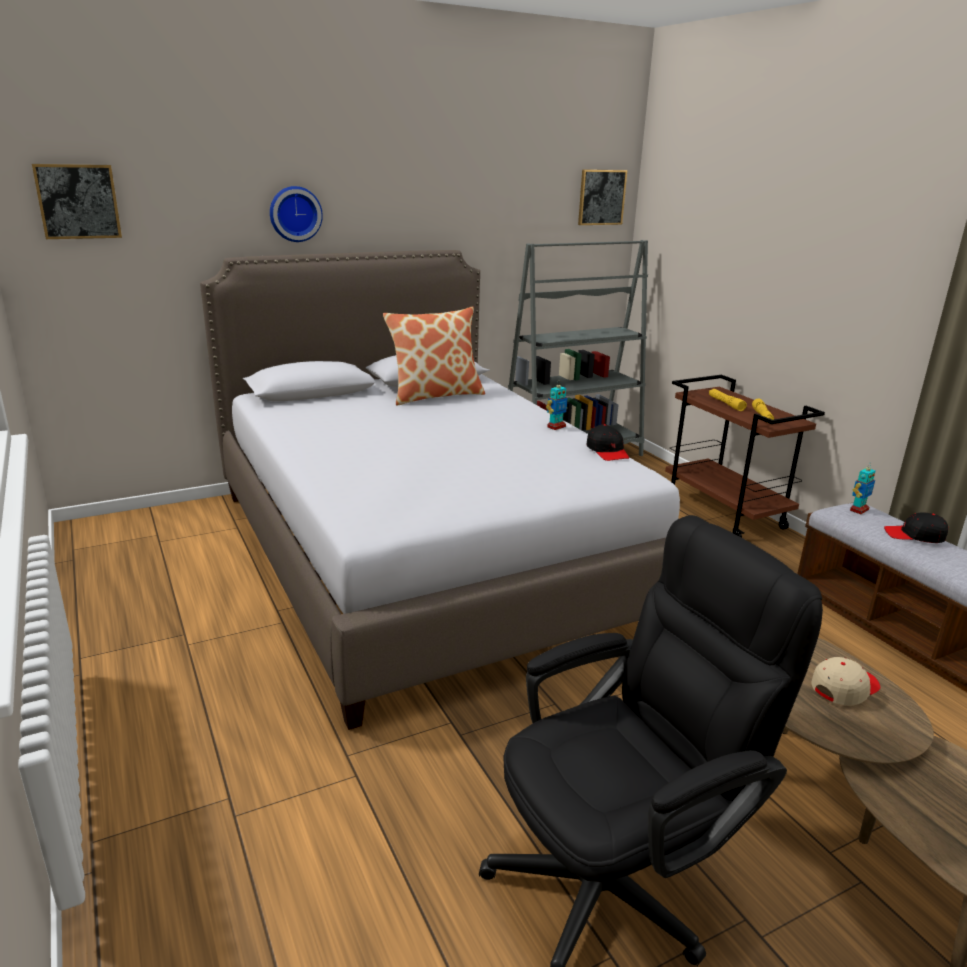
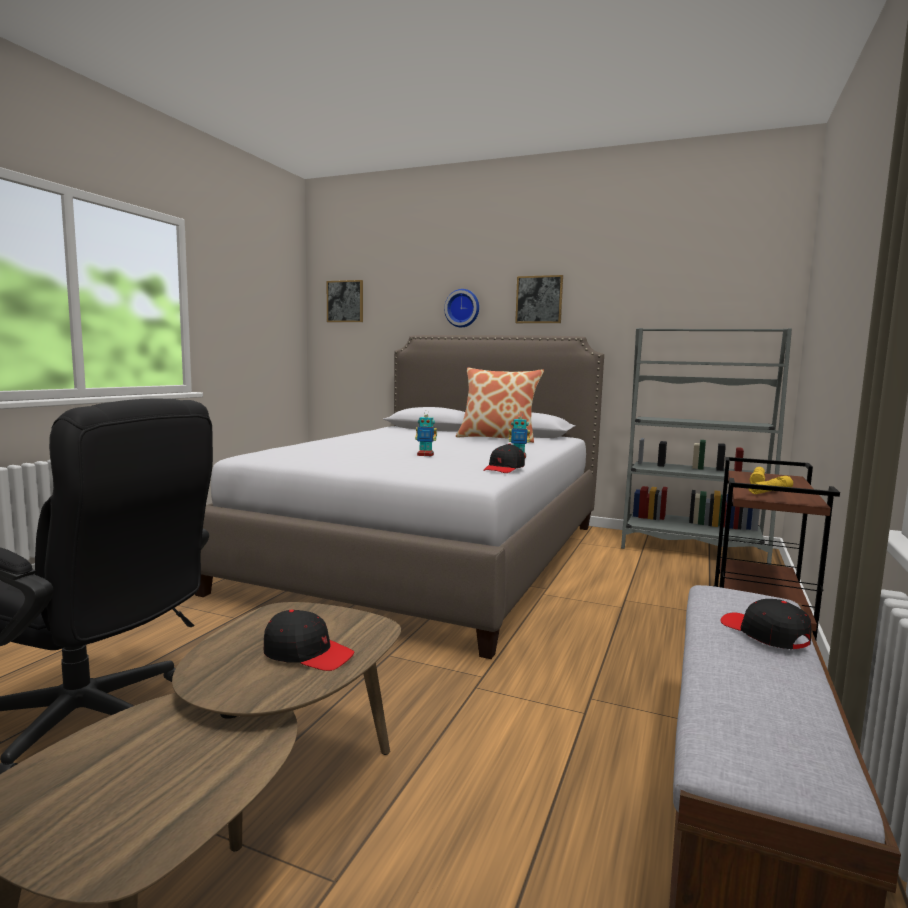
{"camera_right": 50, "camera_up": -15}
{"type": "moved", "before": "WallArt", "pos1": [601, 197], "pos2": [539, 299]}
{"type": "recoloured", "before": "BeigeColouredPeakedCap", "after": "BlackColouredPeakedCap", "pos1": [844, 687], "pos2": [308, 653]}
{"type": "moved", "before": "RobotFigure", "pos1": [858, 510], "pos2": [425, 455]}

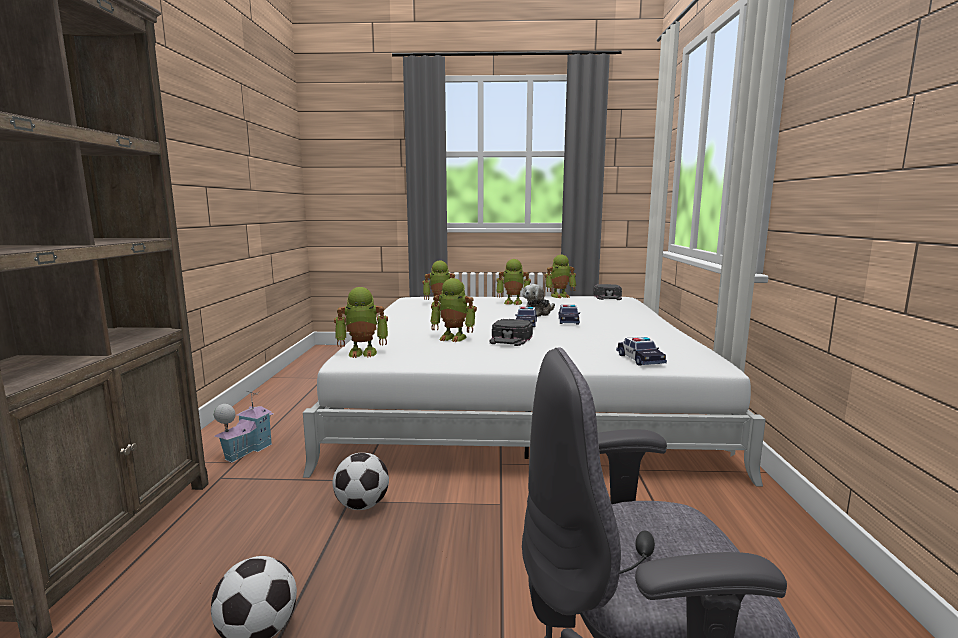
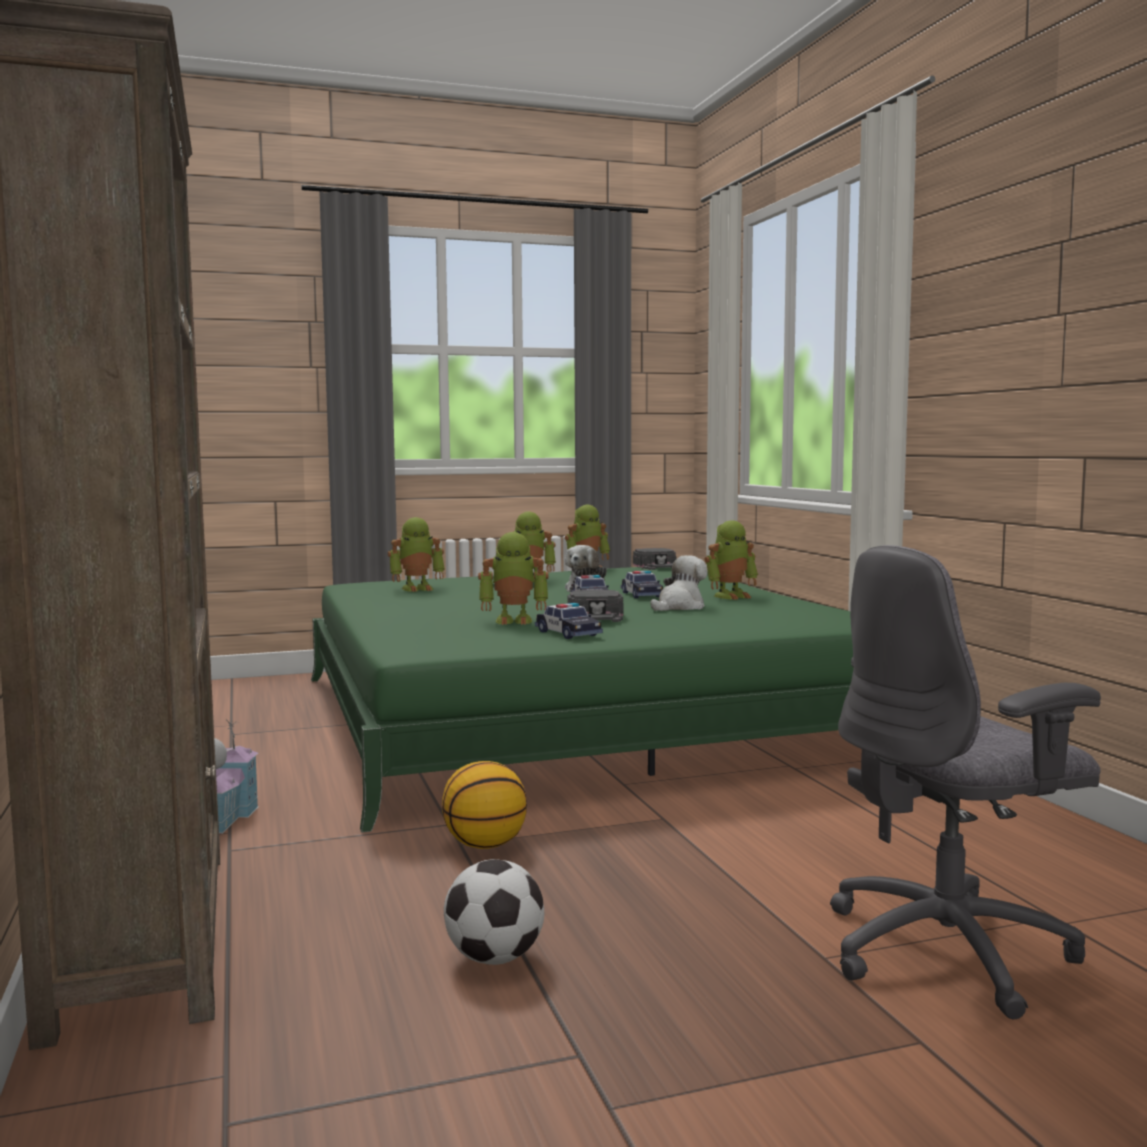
{"camera_right": -20, "camera_up": -5}
{"type": "recoloured", "before": "WhiteBedroomBed", "after": "GreenBedroomBed", "pos1": [519, 397], "pos2": [575, 716]}
{"type": "replaced", "before": "Football", "after": "Basketball", "pos1": [362, 505], "pos2": [484, 845]}
{"type": "moved", "before": "RobotFigure", "pos1": [363, 352], "pos2": [730, 596]}
{"type": "moved", "before": "ToyCar", "pos1": [640, 359], "pos2": [568, 633]}
{"type": "added", "after": "PlushToy", "pos2": [679, 607]}

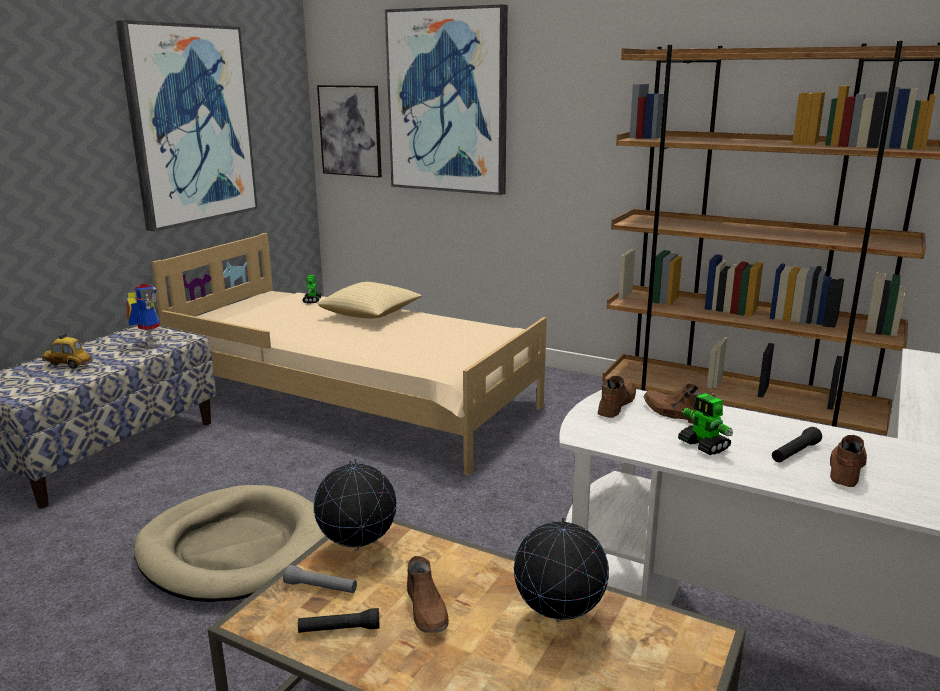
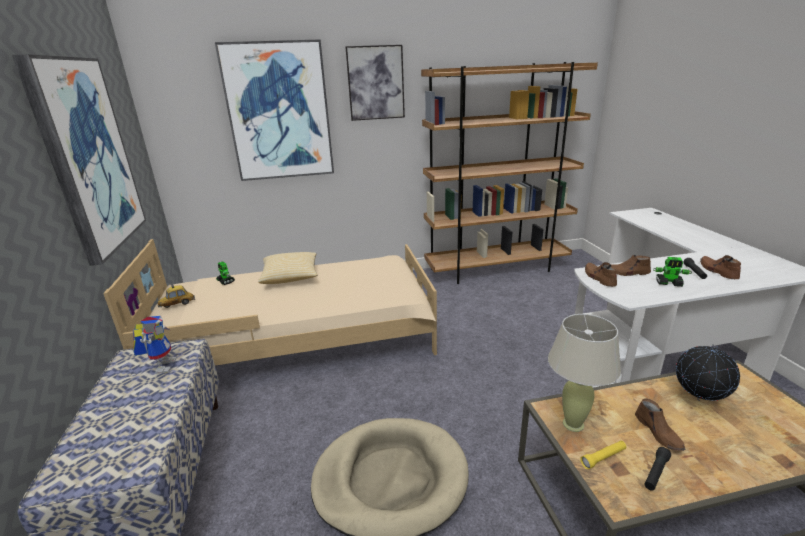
{"camera_right": -40, "camera_up": 5}
{"type": "moved", "before": "ToyCar", "pos1": [68, 365], "pos2": [177, 304]}
{"type": "turned", "before": "RobotFigure", "pos1": [148, 343], "pos2": [162, 365], "turn": 60}
{"type": "recoloured", "before": "GrayHandTorch", "after": "YellowHandTorch", "pos1": [321, 587], "pos2": [603, 458]}
{"type": "replaced", "before": "DeskGlobe", "after": "BeigeColouredTabletopLamp", "pos1": [358, 550], "pos2": [573, 424]}
{"type": "moved", "before": "WallArt", "pos1": [350, 131], "pos2": [375, 83]}
{"type": "turned", "before": "BrownishShoe", "pos1": [427, 610], "pos2": [658, 432], "turn": 45}

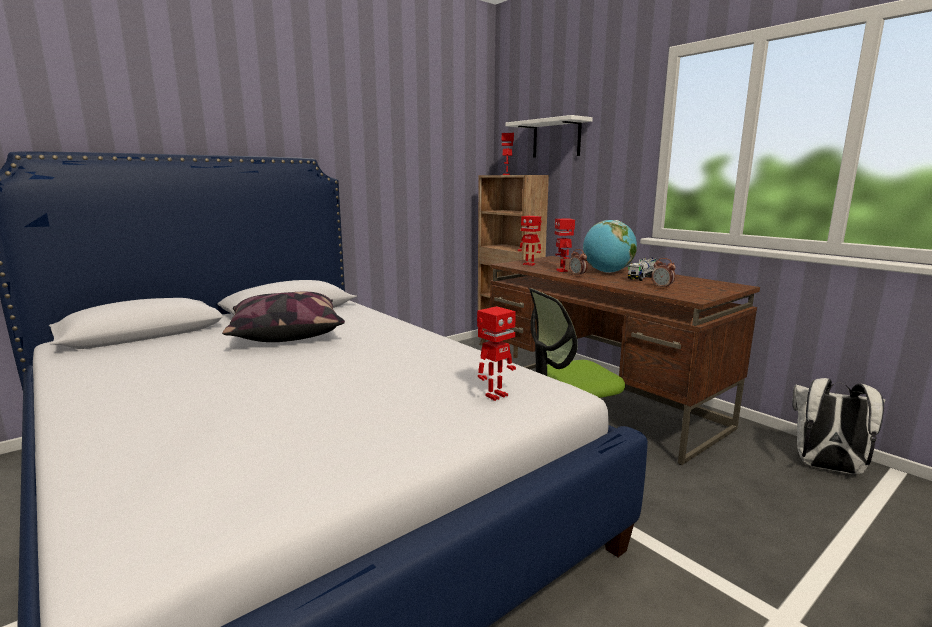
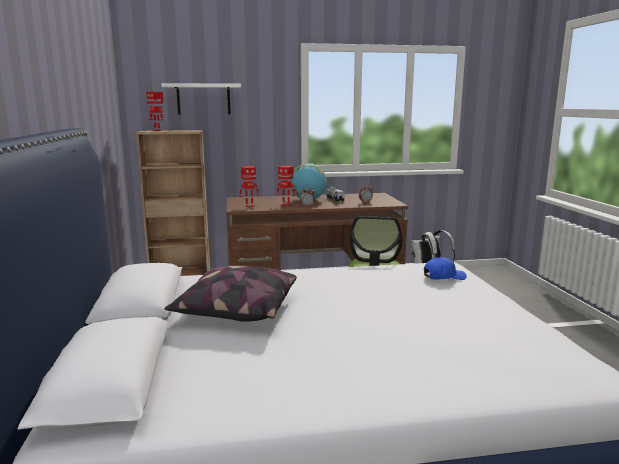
{"camera_right": -60, "camera_up": 0}
{"type": "replaced", "before": "RobotFigure", "after": "BluishPeakedCap", "pos1": [495, 395], "pos2": [443, 276]}

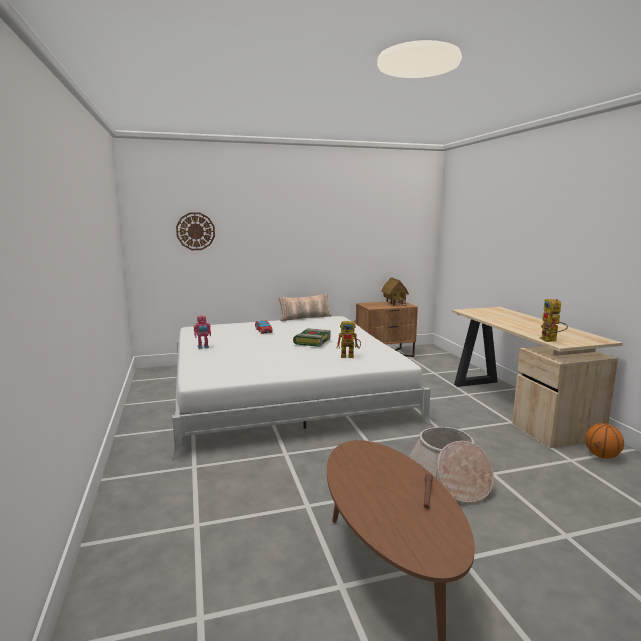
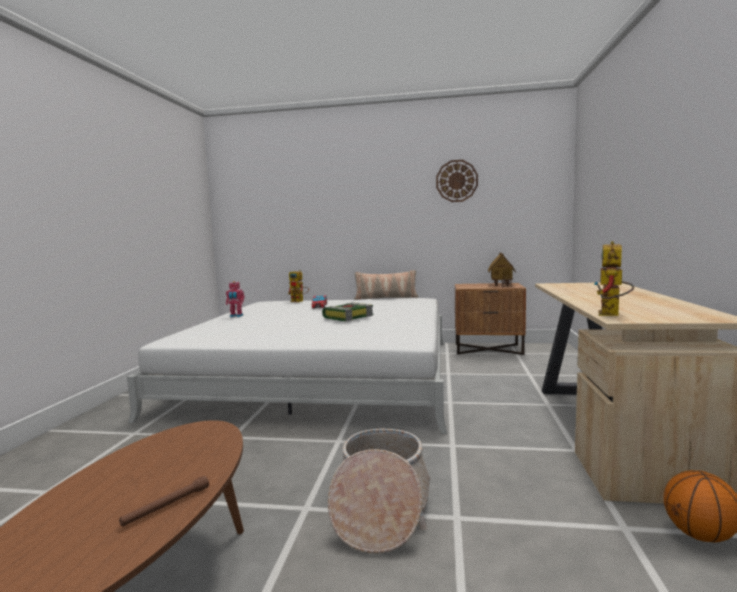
{"camera_right": 25, "camera_up": -5}
{"type": "moved", "before": "ClockOnTheWall", "pos1": [195, 231], "pos2": [456, 181]}
{"type": "moved", "before": "RobotFigure", "pos1": [350, 356], "pos2": [299, 301]}

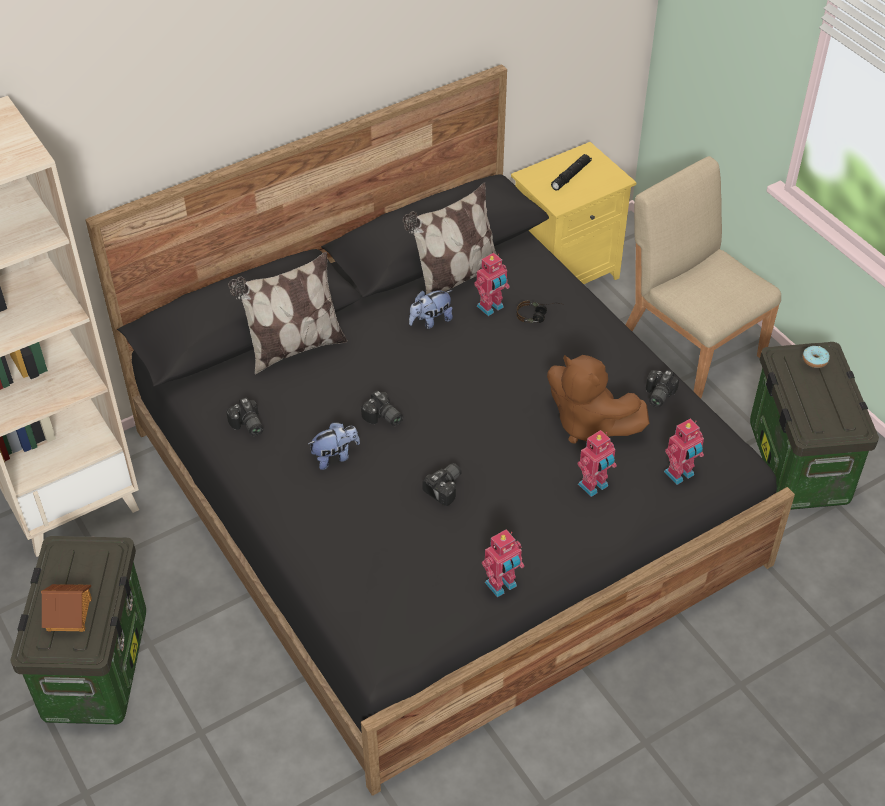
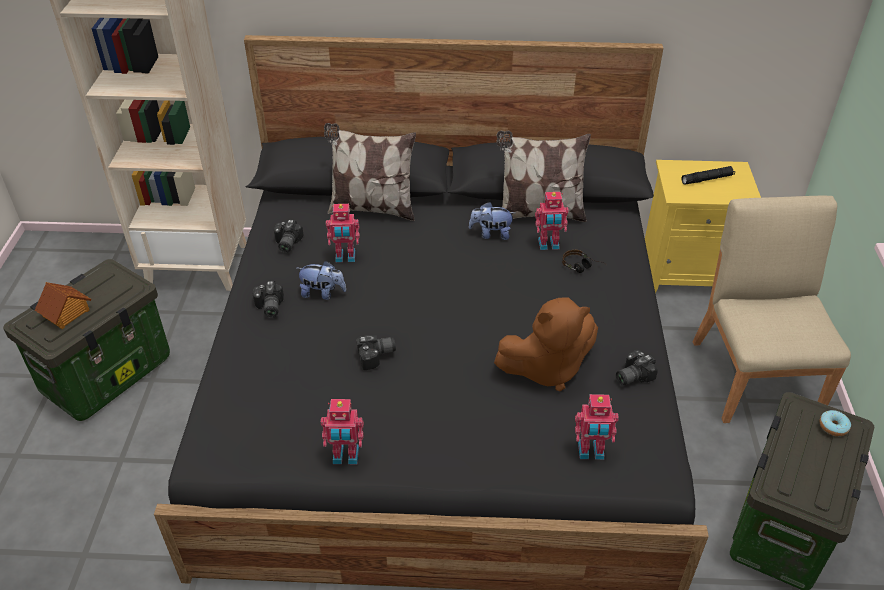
{"camera_right": 35, "camera_up": -5}
{"type": "moved", "before": "StillCamera", "pos1": [383, 418], "pos2": [268, 307]}
{"type": "turned", "before": "BrownishPlushToy", "pos1": [588, 424], "pos2": [546, 368], "turn": -90}
{"type": "moved", "before": "RobotFigure", "pos1": [594, 486], "pos2": [345, 257]}

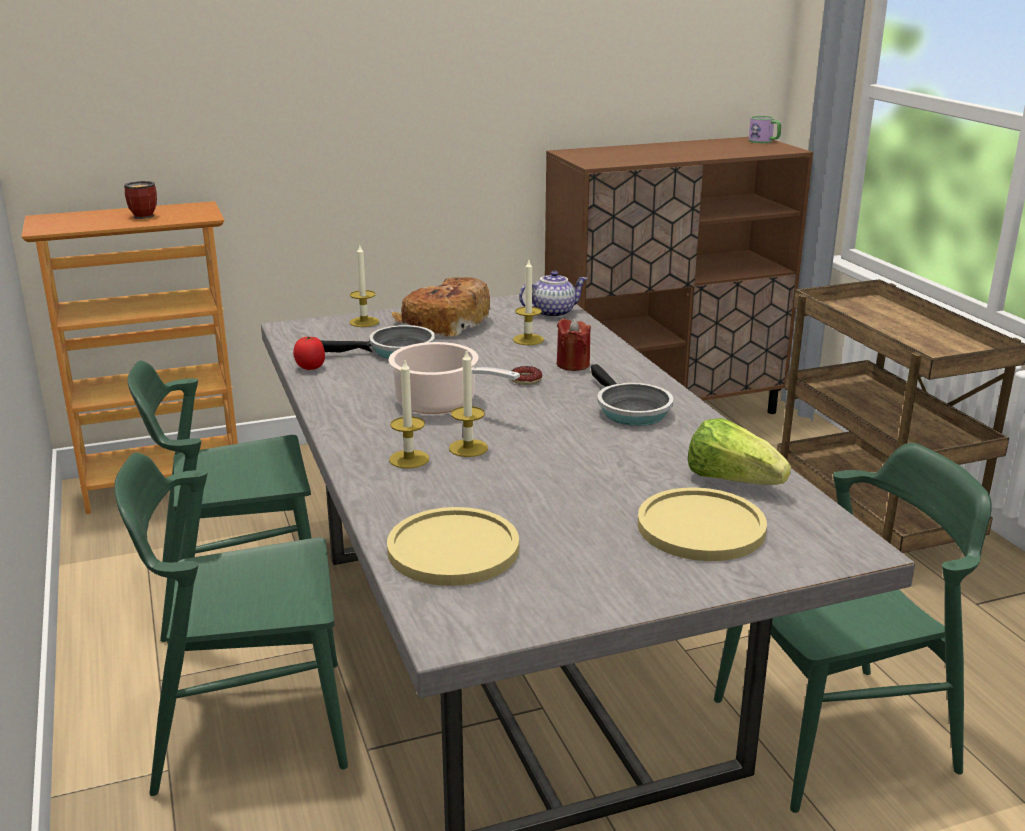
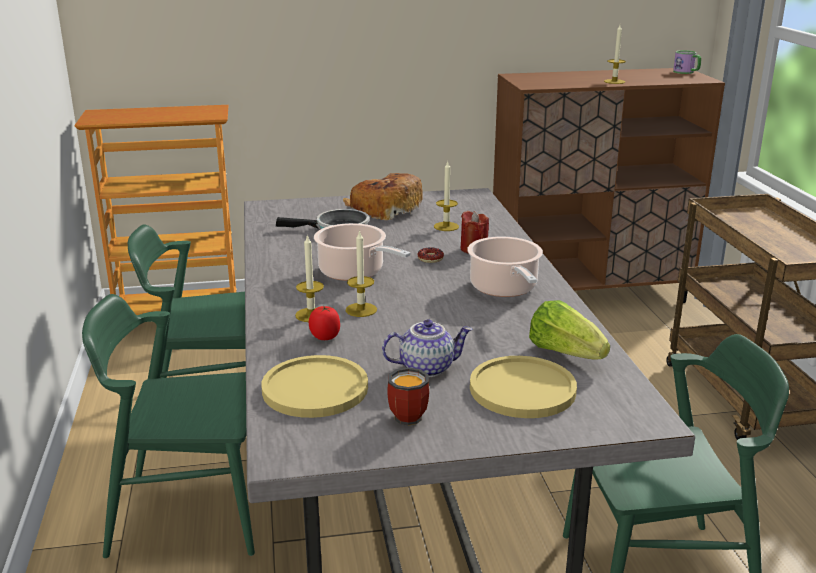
{"camera_right": 10, "camera_up": 0}
{"type": "moved", "before": "CoffeeMug", "pos1": [144, 215], "pos2": [408, 414]}
{"type": "moved", "before": "WholeTomato", "pos1": [310, 367], "pos2": [325, 337]}
{"type": "moved", "before": "WaxLight", "pos1": [364, 322], "pos2": [614, 81]}
{"type": "moved", "before": "TeaPot", "pos1": [553, 312], "pos2": [427, 367]}
{"type": "replaced", "before": "FryingPan", "after": "CookingPot", "pos1": [630, 410], "pos2": [504, 289]}

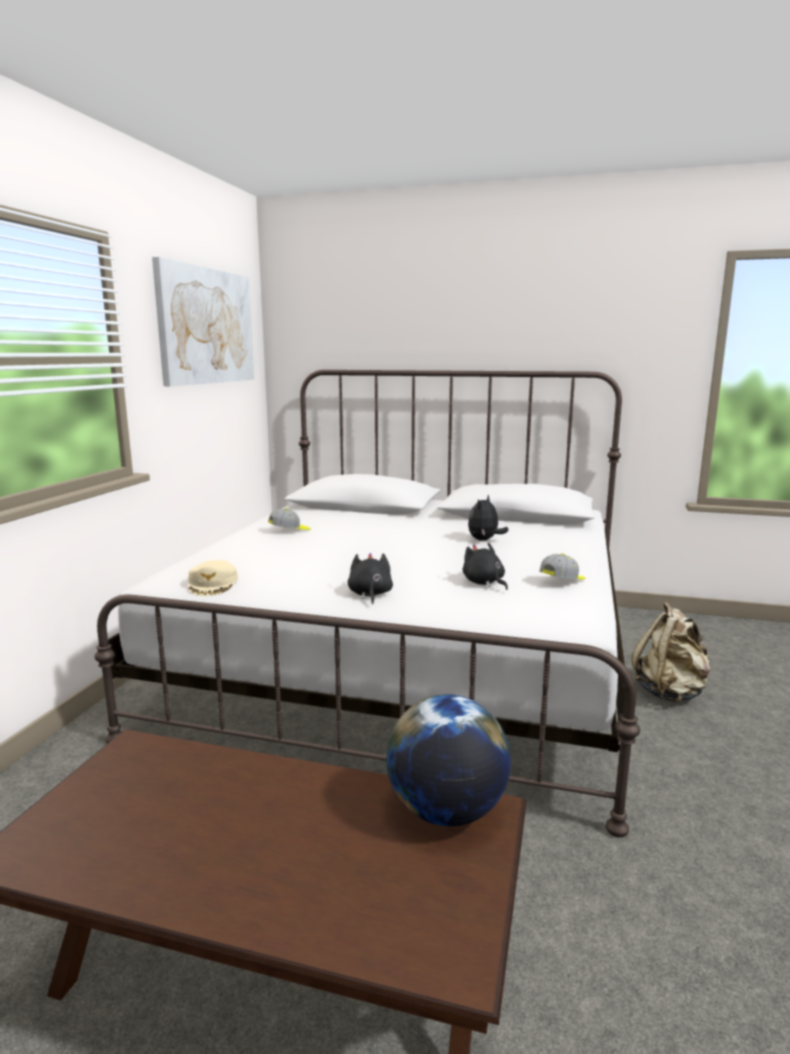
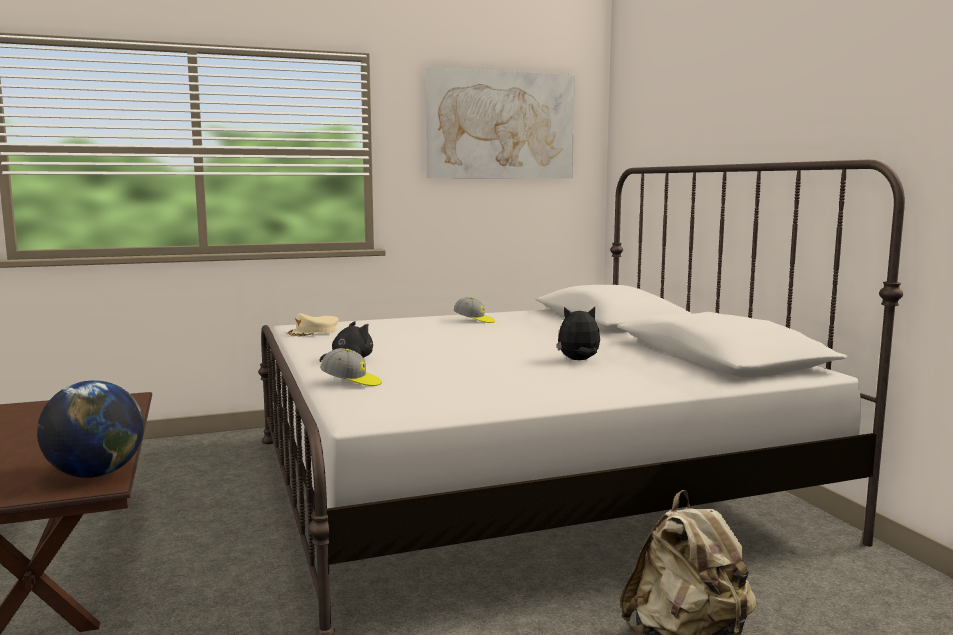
{"camera_right": 55, "camera_up": -5}
{"type": "removed", "before": "BlackColouredPlushToy", "pos1": [484, 583]}
{"type": "moved", "before": "PeakedCap", "pos1": [562, 581], "pos2": [351, 382]}

